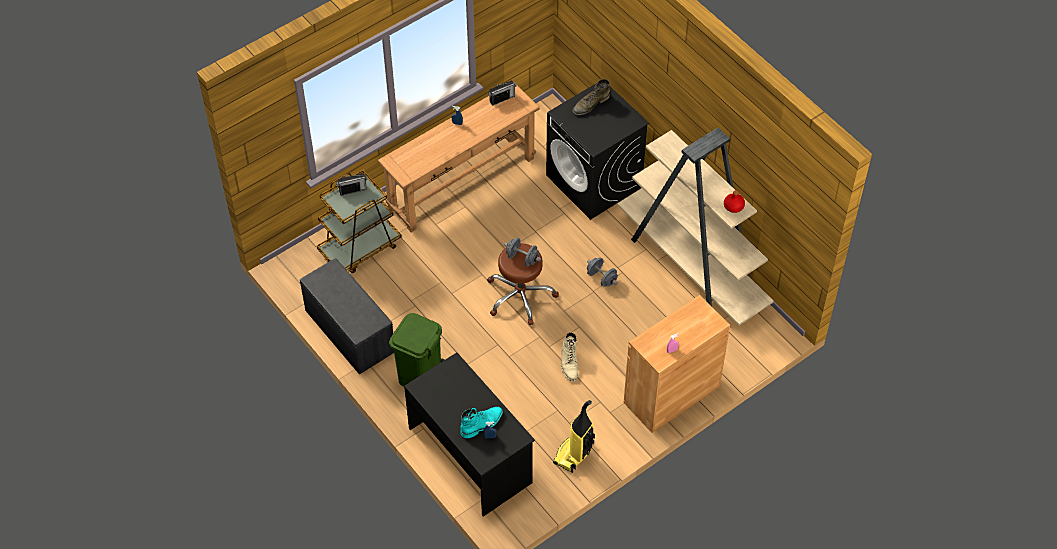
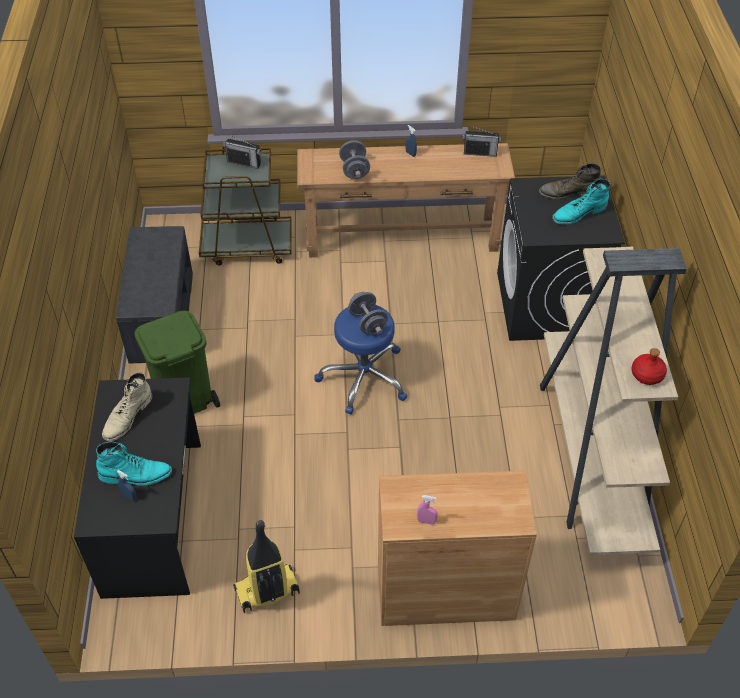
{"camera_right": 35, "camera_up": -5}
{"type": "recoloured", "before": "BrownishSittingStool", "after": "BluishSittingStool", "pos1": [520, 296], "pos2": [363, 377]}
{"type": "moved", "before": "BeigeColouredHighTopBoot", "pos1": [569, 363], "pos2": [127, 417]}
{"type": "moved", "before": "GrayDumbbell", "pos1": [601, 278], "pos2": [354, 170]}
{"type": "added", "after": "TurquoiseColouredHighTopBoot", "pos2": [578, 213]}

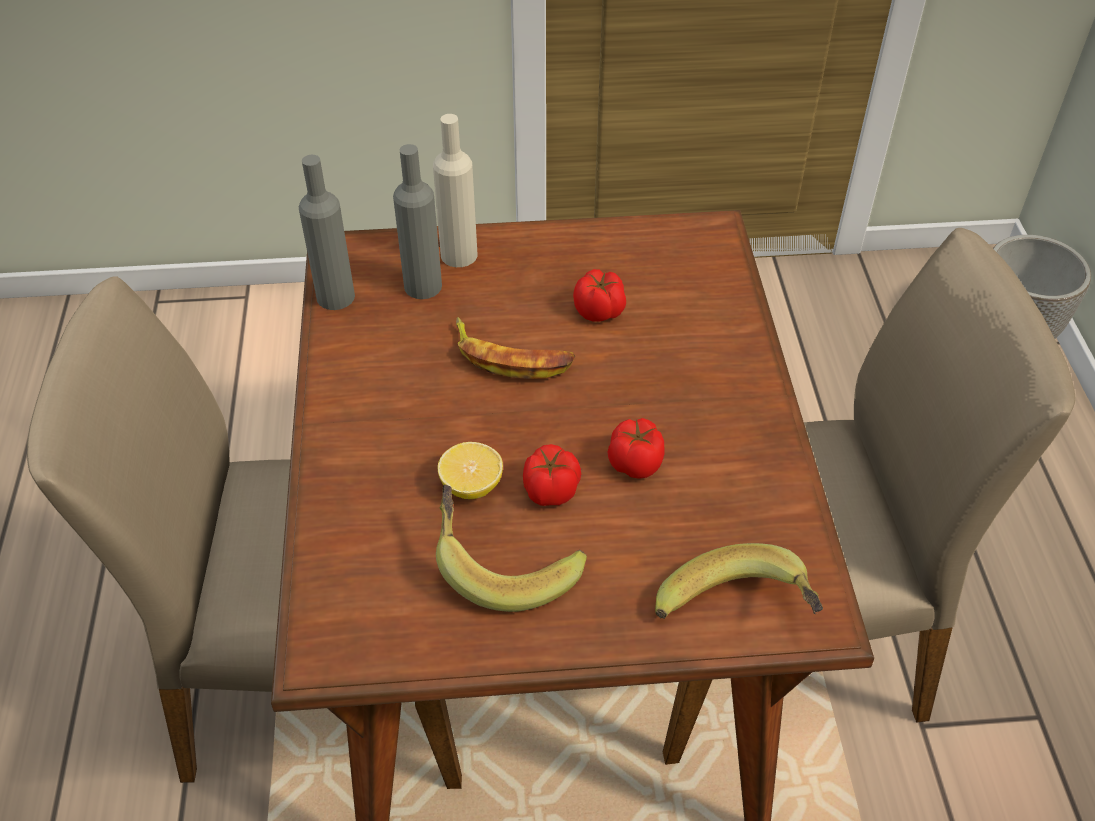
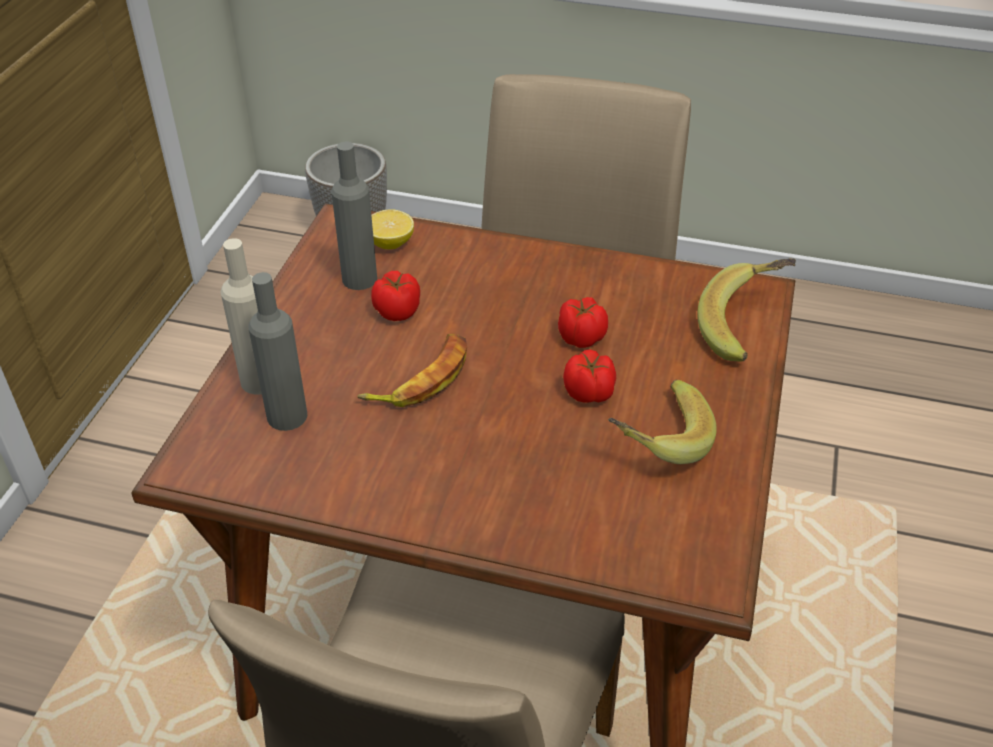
{"camera_right": -70, "camera_up": -5}
{"type": "moved", "before": "GrayDrinkBottle", "pos1": [335, 296], "pos2": [359, 279]}
{"type": "moved", "before": "Lemon", "pos1": [471, 485], "pos2": [390, 243]}

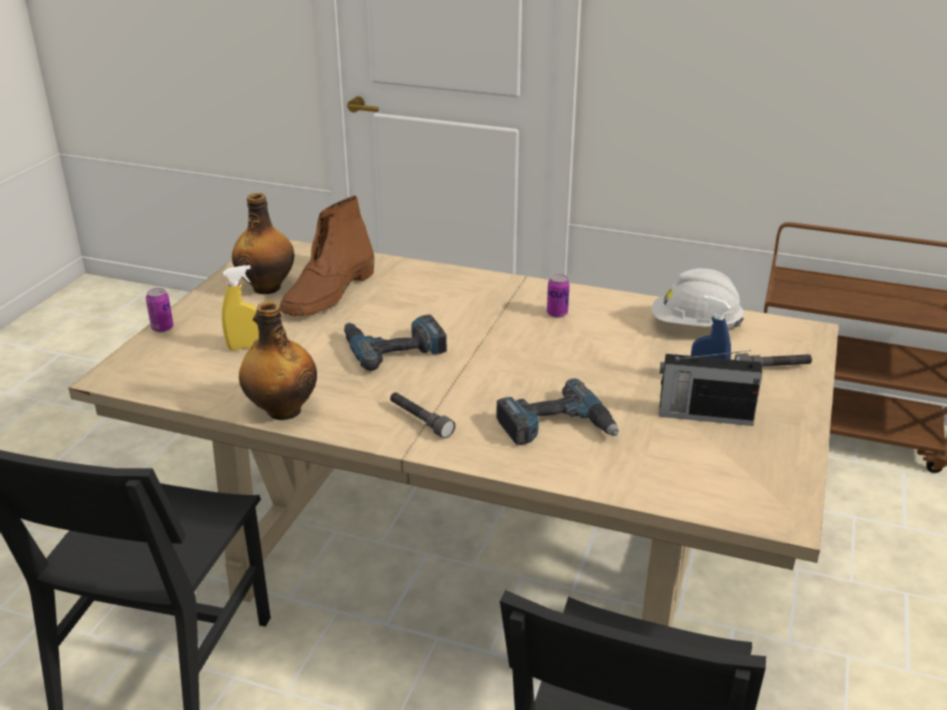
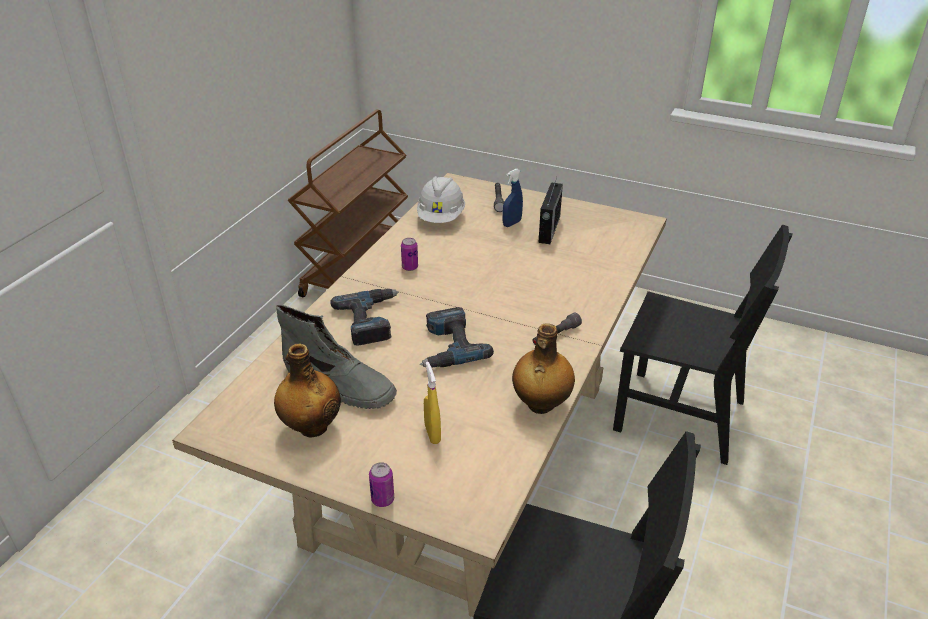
{"camera_right": -85, "camera_up": 5}
{"type": "recoloured", "before": "BrownishHighTopBoot", "after": "GrayHighTopBoot", "pos1": [329, 294], "pos2": [340, 384]}
{"type": "moved", "before": "ElectricDrill", "pos1": [556, 427], "pos2": [371, 320]}

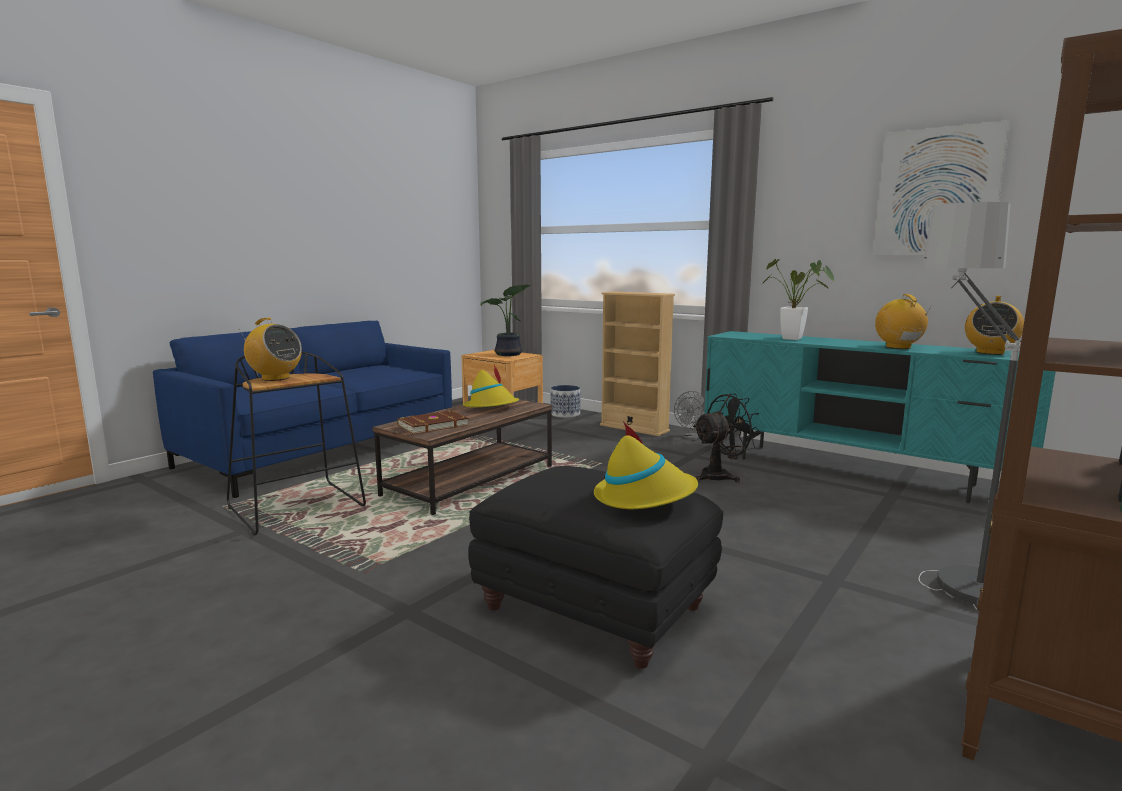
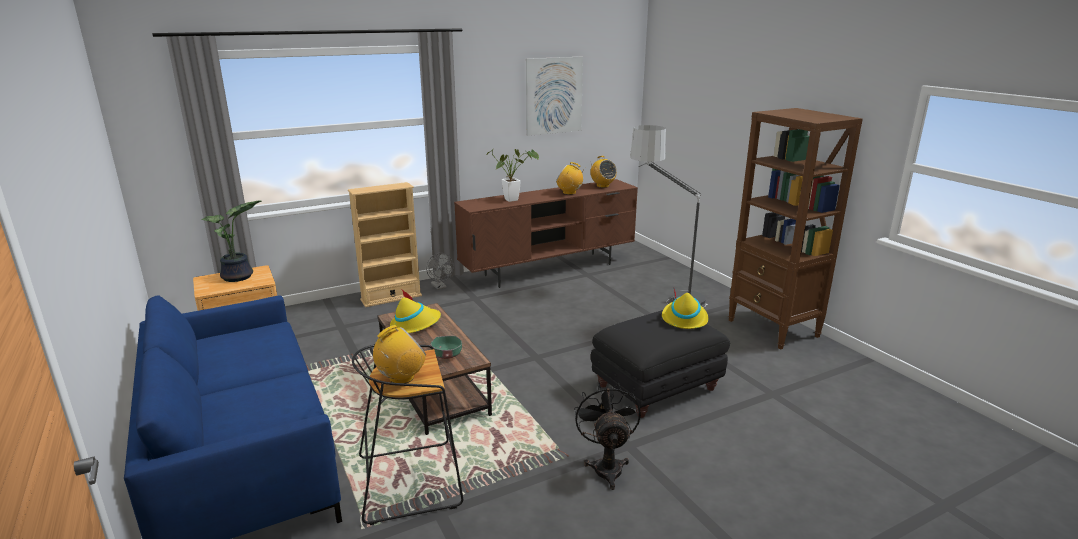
{"camera_right": -65, "camera_up": 10}
{"type": "replaced", "before": "BrownishBoundBook", "after": "GreenServingBowl", "pos1": [432, 425], "pos2": [446, 355]}
{"type": "removed", "before": "Planter", "pos1": [565, 414]}
{"type": "moved", "before": "BlackColouredFan", "pos1": [721, 476], "pos2": [606, 466]}
{"type": "recoloured", "before": "TurquoiseColouredTvUnit", "after": "BrownishTvUnit", "pos1": [853, 472], "pos2": [549, 270]}

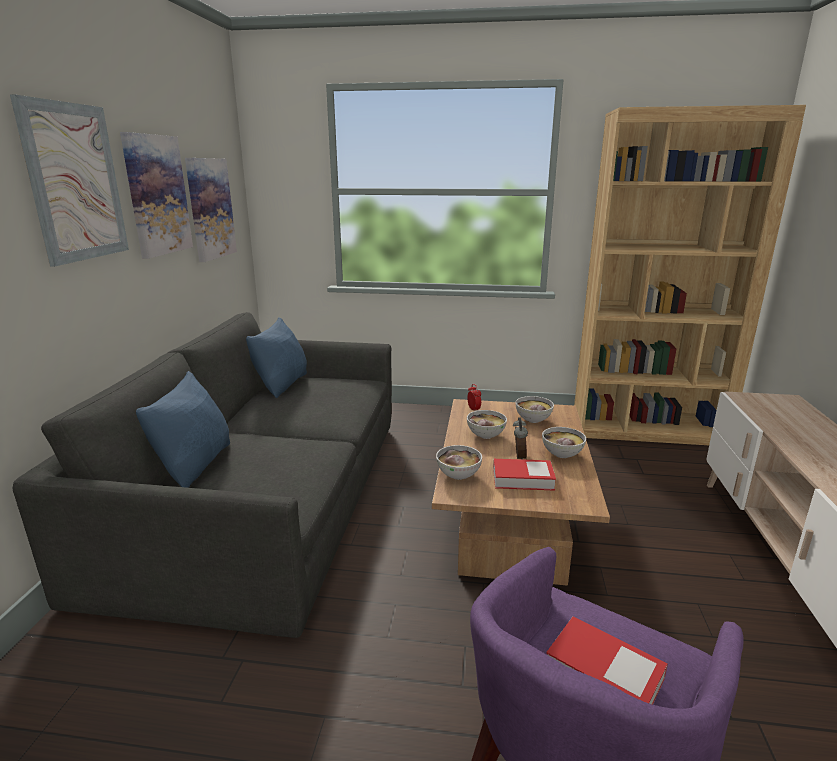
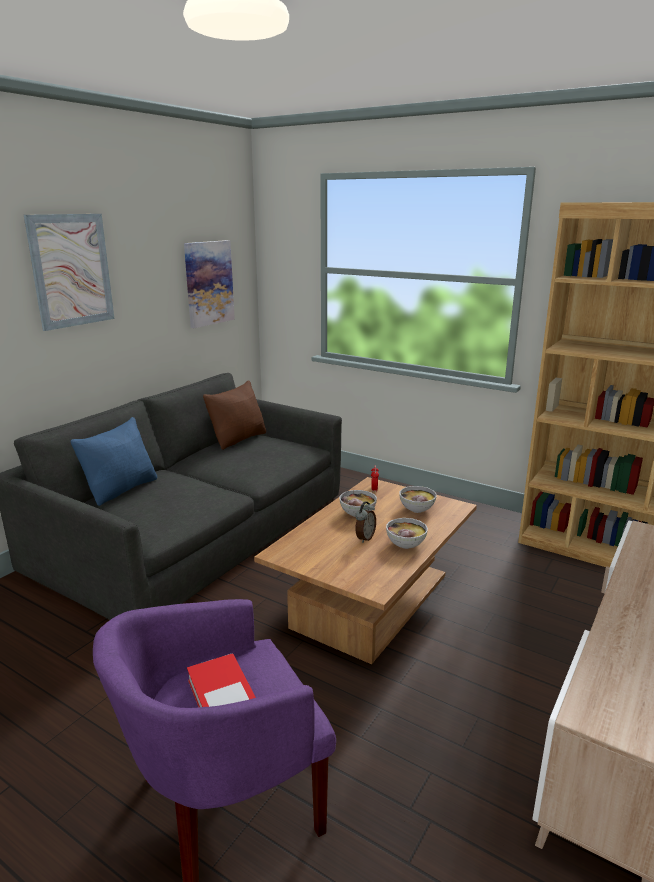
{"camera_right": 25, "camera_up": 0}
{"type": "removed", "before": "WallArt", "pos1": [157, 195]}
{"type": "recoloured", "before": "BluishThrowPillow", "after": "BrownishThrowPillow", "pos1": [282, 385], "pos2": [238, 439]}
{"type": "removed", "before": "ServingBowl", "pos1": [458, 475]}
{"type": "removed", "before": "BoundBook", "pos1": [522, 479]}

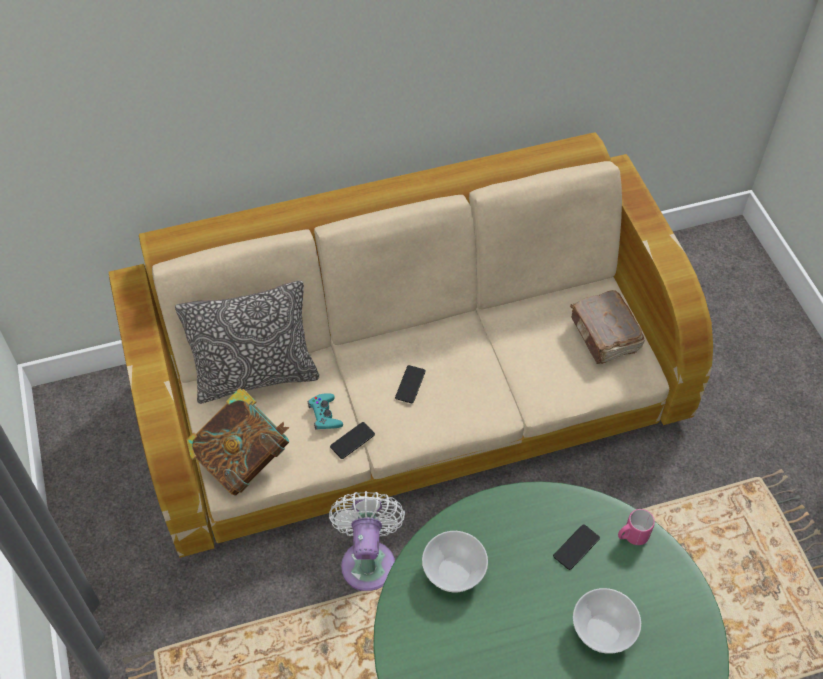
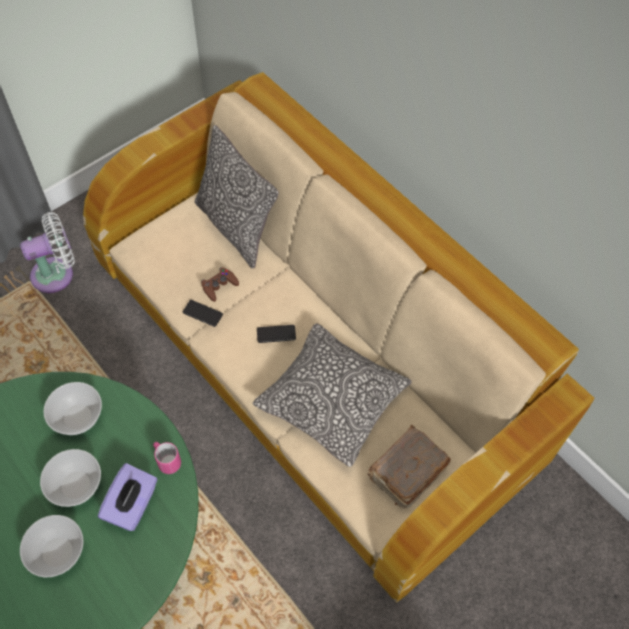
{"camera_right": 65, "camera_up": 5}
{"type": "removed", "before": "BoundBook", "pos1": [241, 458]}
{"type": "recoloured", "before": "TurquoiseColouredGameController", "after": "BrownishGameController", "pos1": [325, 415], "pos2": [219, 286]}
{"type": "moved", "before": "WhiteFan", "pos1": [368, 559], "pos2": [57, 273]}
{"type": "replaced", "before": "Phone", "after": "PurpleBoxOfTissues", "pos1": [576, 547], "pos2": [132, 505]}
{"type": "moved", "before": "PinkishCoffeeMug", "pos1": [632, 536], "pos2": [167, 460]}
{"type": "added", "after": "ServingBowl", "pos2": [75, 487]}
{"type": "added", "after": "ThrowPillow", "pos2": [331, 400]}

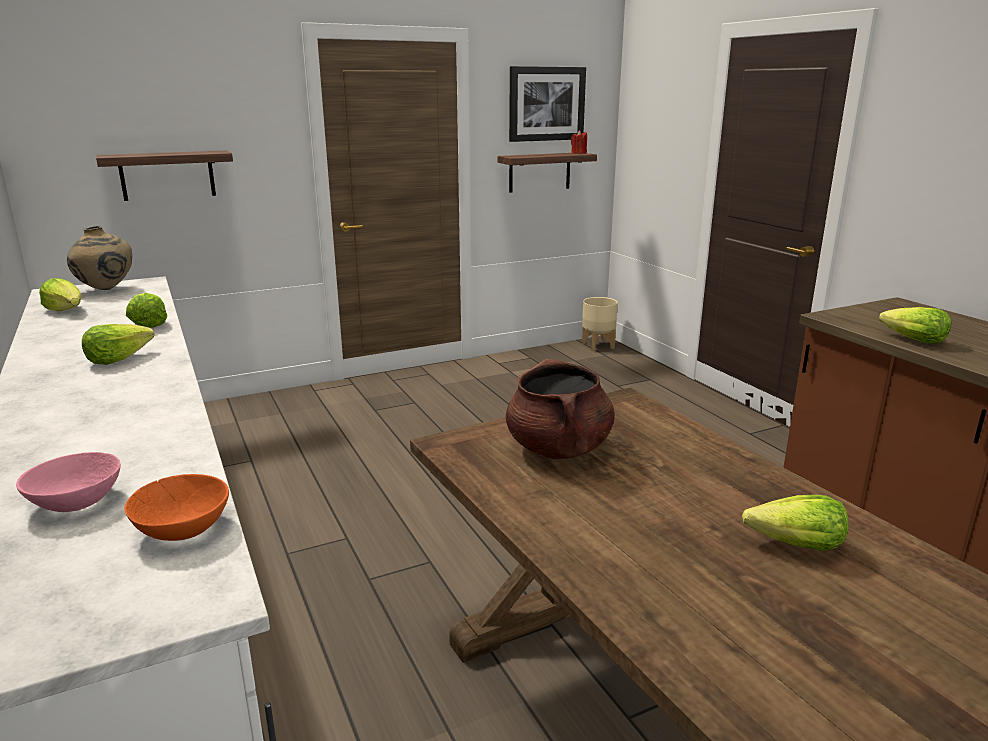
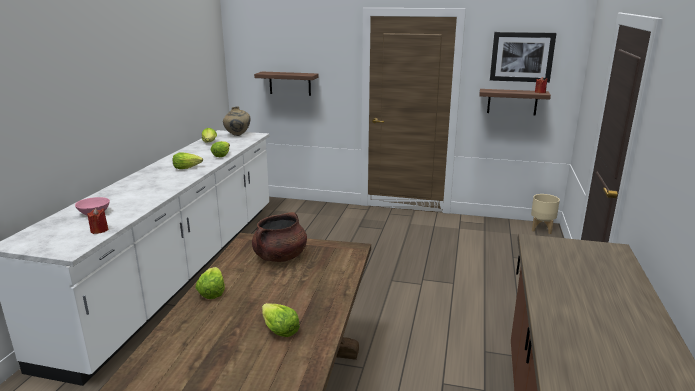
{"camera_right": 40, "camera_up": 0}
{"type": "replaced", "before": "OrangeColouredServingBowl", "after": "RedColouredWaxLight", "pos1": [183, 527], "pos2": [99, 230]}
{"type": "moved", "before": "HeadOfLettuce", "pos1": [913, 340], "pos2": [212, 292]}

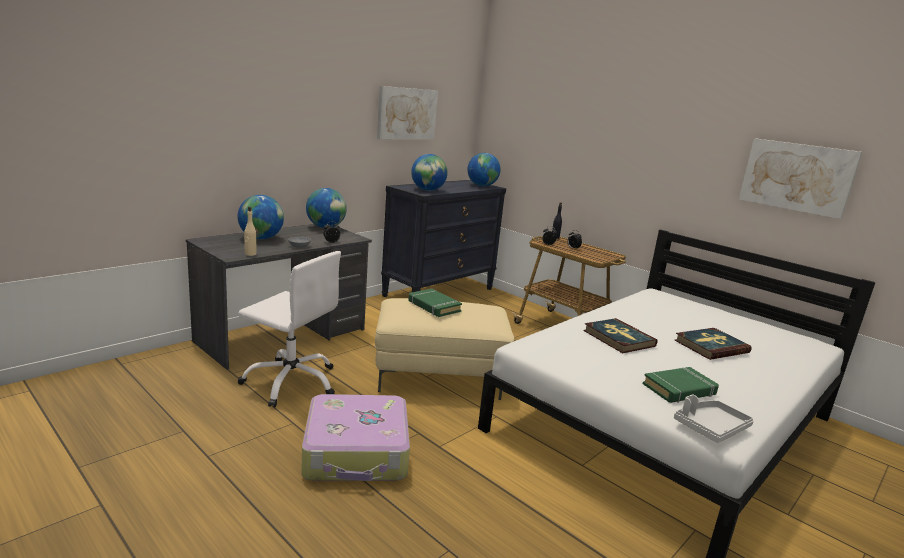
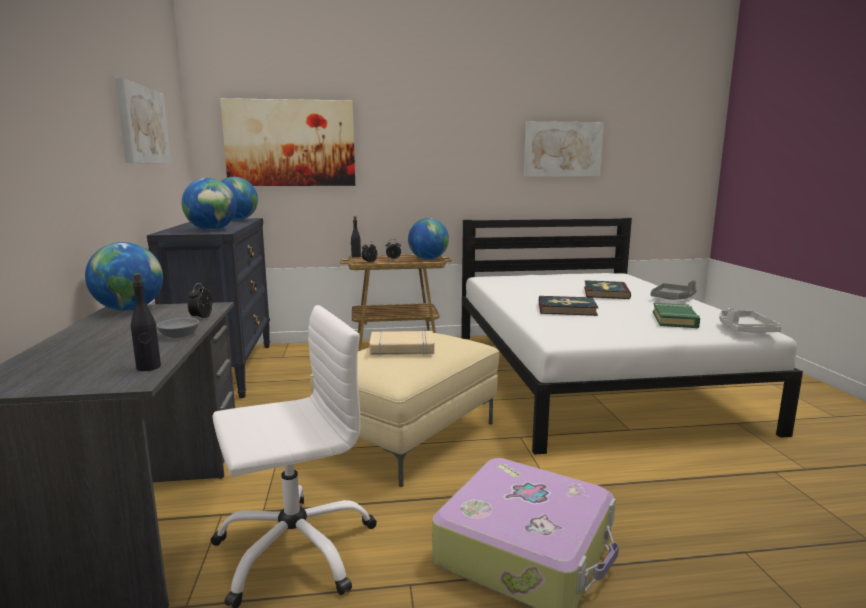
{"camera_right": -50, "camera_up": -5}
{"type": "moved", "before": "DeskGlobe", "pos1": [261, 238], "pos2": [428, 259]}
{"type": "recoloured", "before": "BeigeColouredDrinkBottle", "after": "BlackColouredDrinkBottle", "pos1": [250, 254], "pos2": [148, 367]}
{"type": "recoloured", "before": "GreenBoundBook", "after": "BeigeColouredBoundBook", "pos1": [433, 306], "pos2": [402, 348]}
{"type": "added", "after": "WallArt", "pos2": [290, 143]}
{"type": "added", "after": "GrayCarryingTray", "pos2": [673, 298]}

